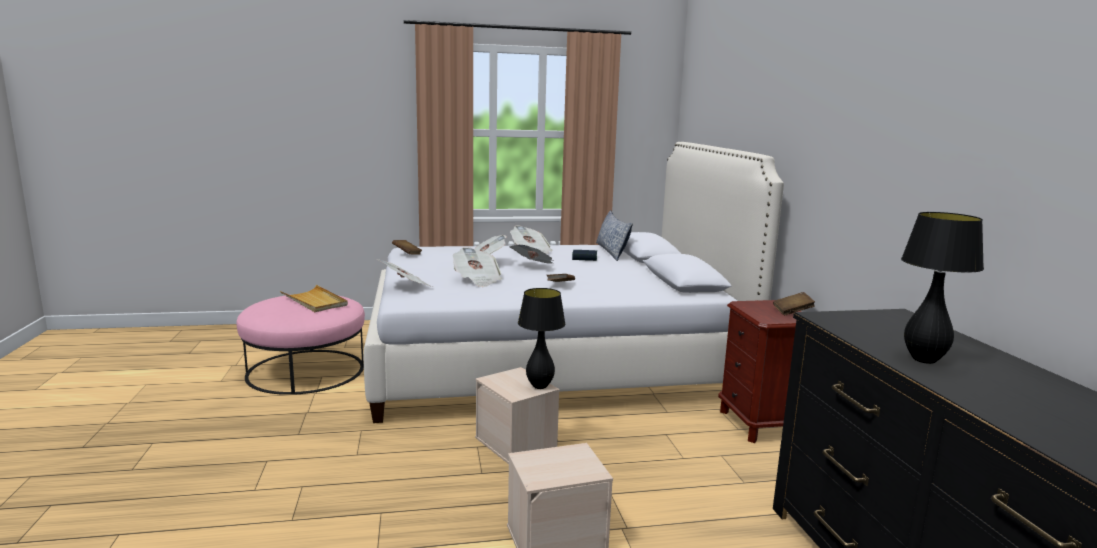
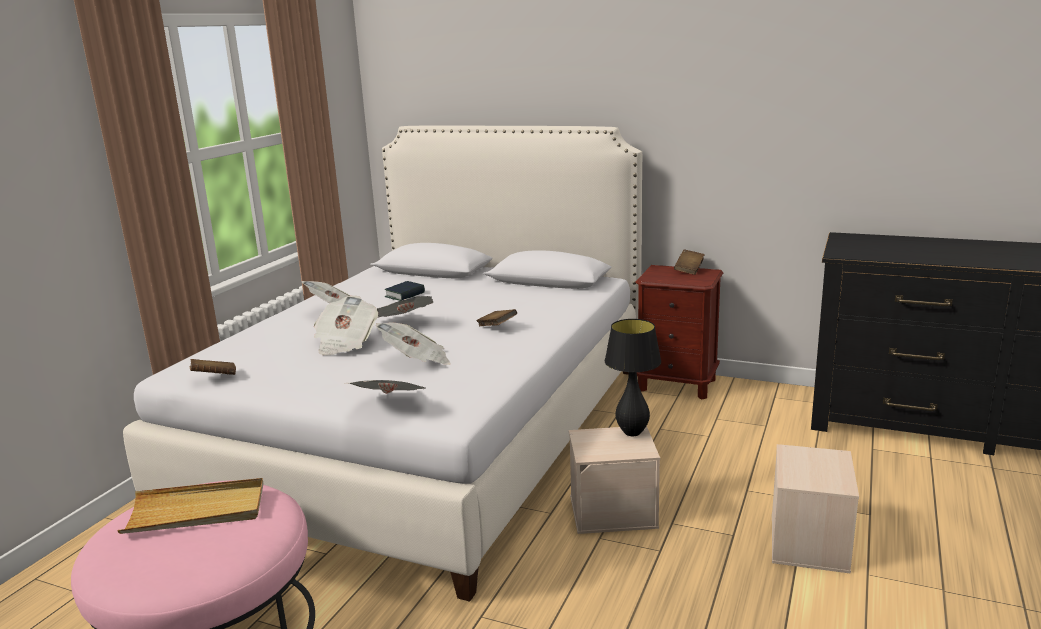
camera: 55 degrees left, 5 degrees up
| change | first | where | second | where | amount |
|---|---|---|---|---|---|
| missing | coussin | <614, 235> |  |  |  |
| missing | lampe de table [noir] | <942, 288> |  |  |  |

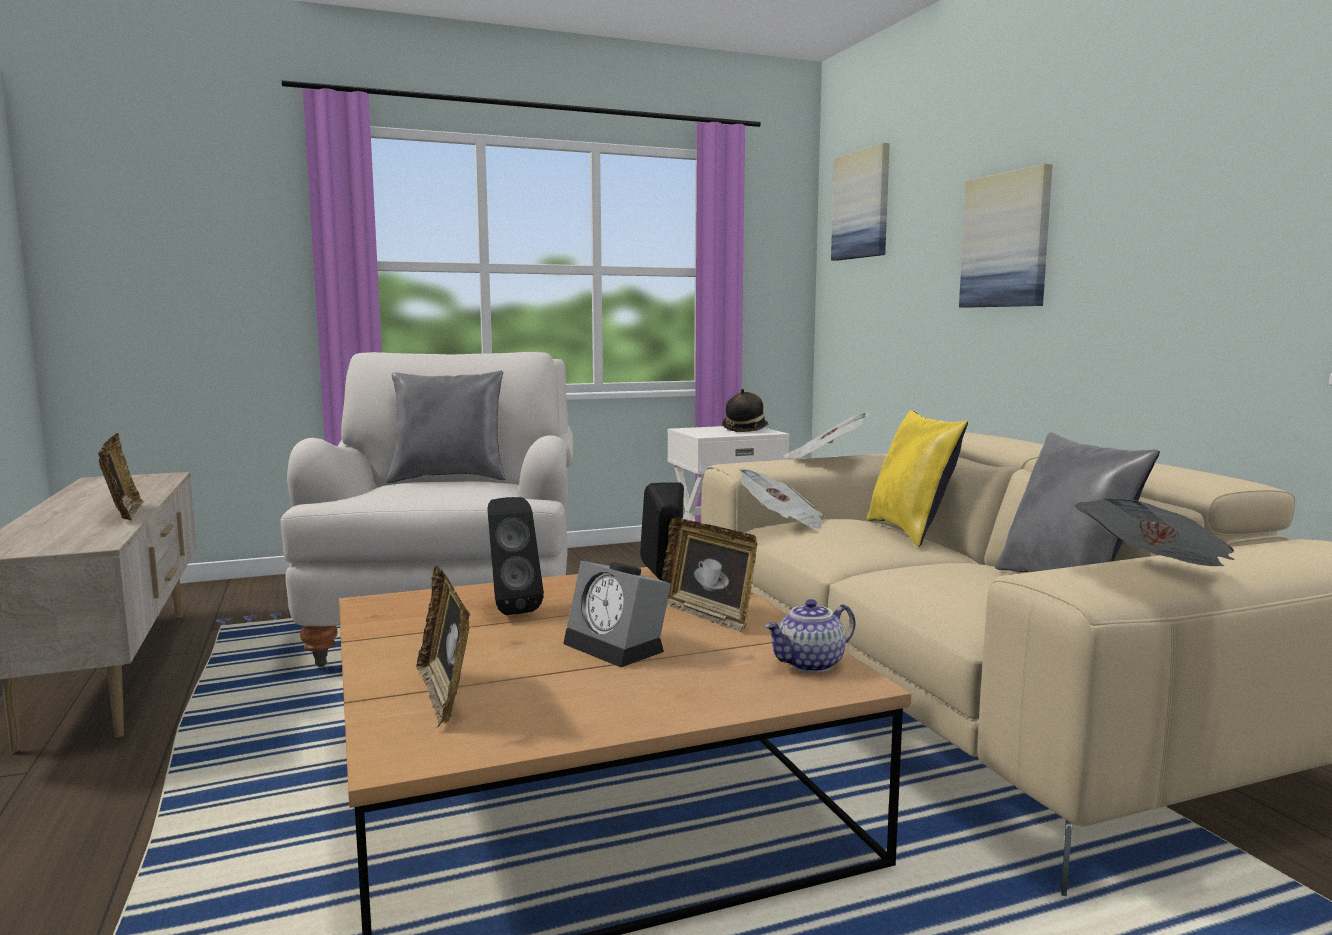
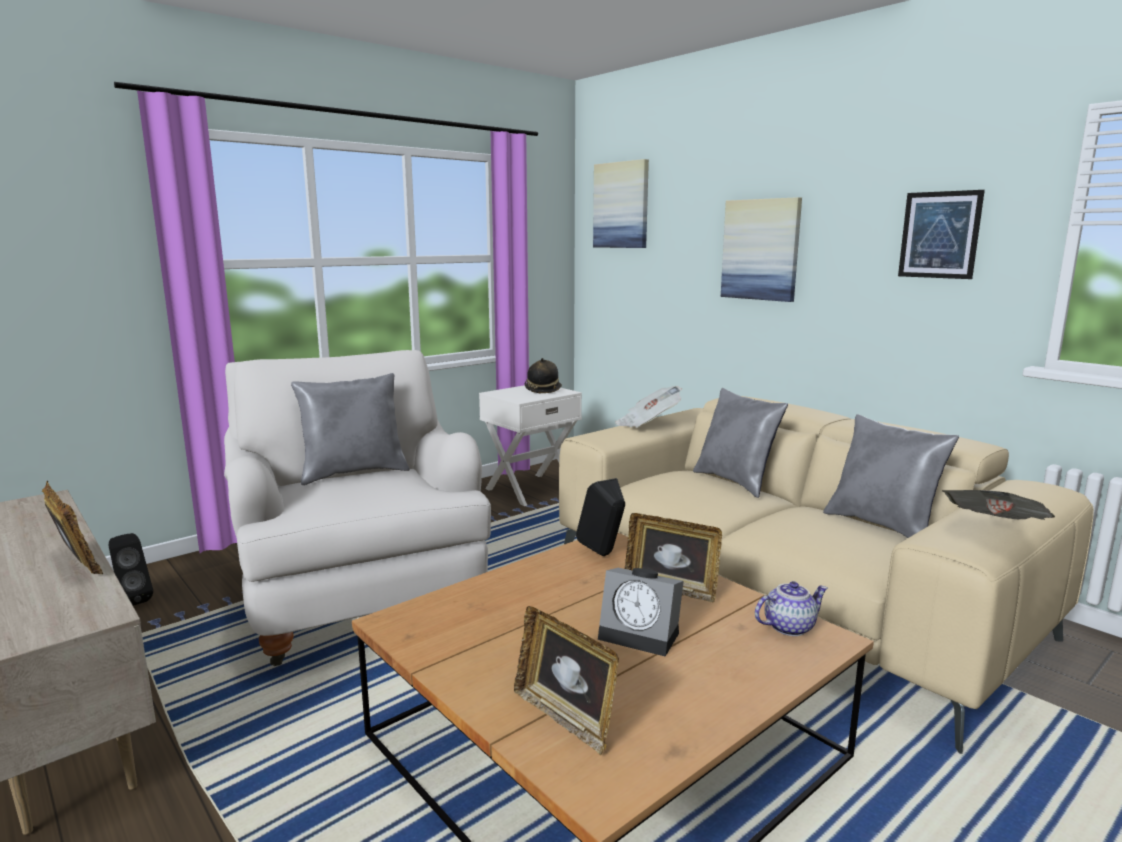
camera: 20 degrees left, 5 degrees up
| change | first | where | second | where | amount |
|---|---|---|---|---|---|
| relocated | enceinte [noir] | <515, 556> |  | <131, 569> |  |
| missing | journal | <781, 499> |  |  |  |
| spun | théière | <809, 636> |  | <791, 608> | 150 degrees counterclockwise |
| colour | coussin [jaune] | <917, 478> | coussin [gris] | <740, 443> |  |
| appeared |  |  | tableau | <941, 234> |  |

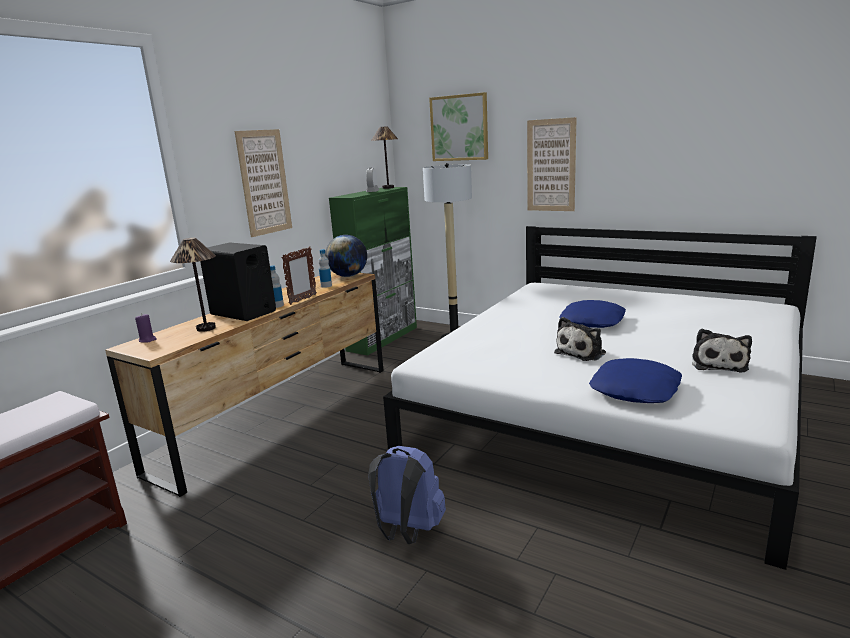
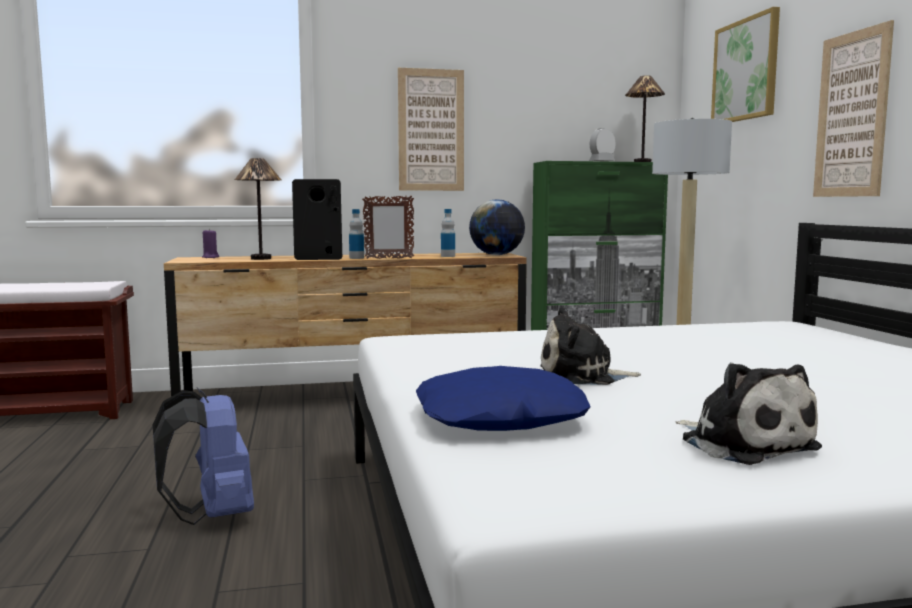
camera: 45 degrees right, 10 degrees down
| change | first | where | second | where | amount |
|---|---|---|---|---|---|
| missing | coussin [bleu] | <592, 314> |  |  |  |
| spun | peluche | <722, 351> |  | <748, 414> | 90 degrees counterclockwise |

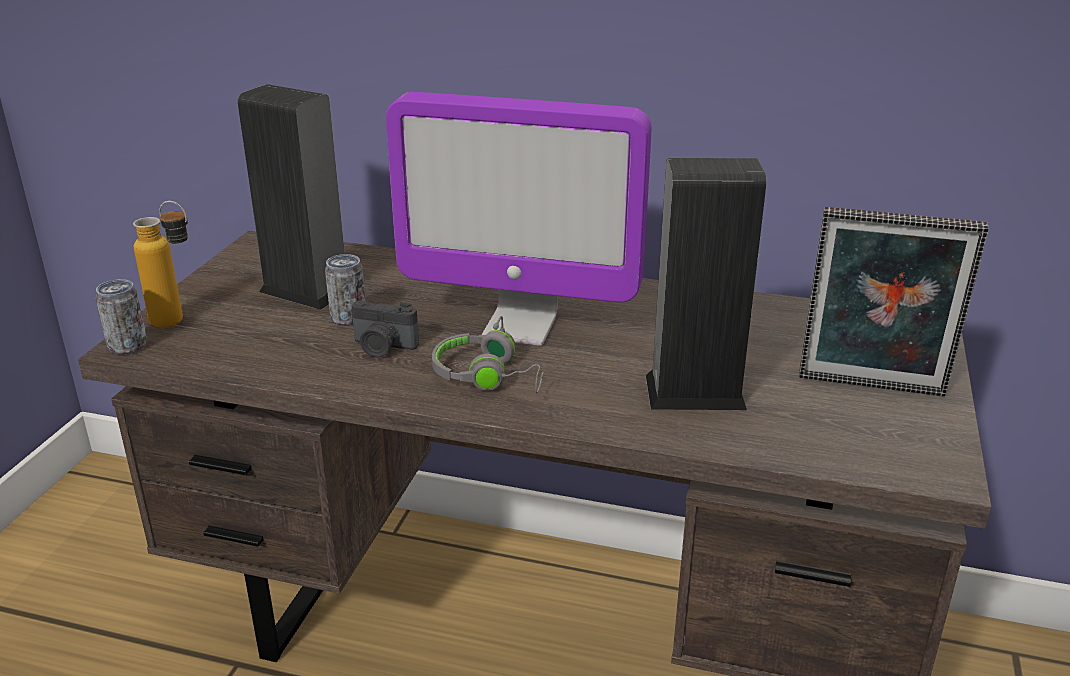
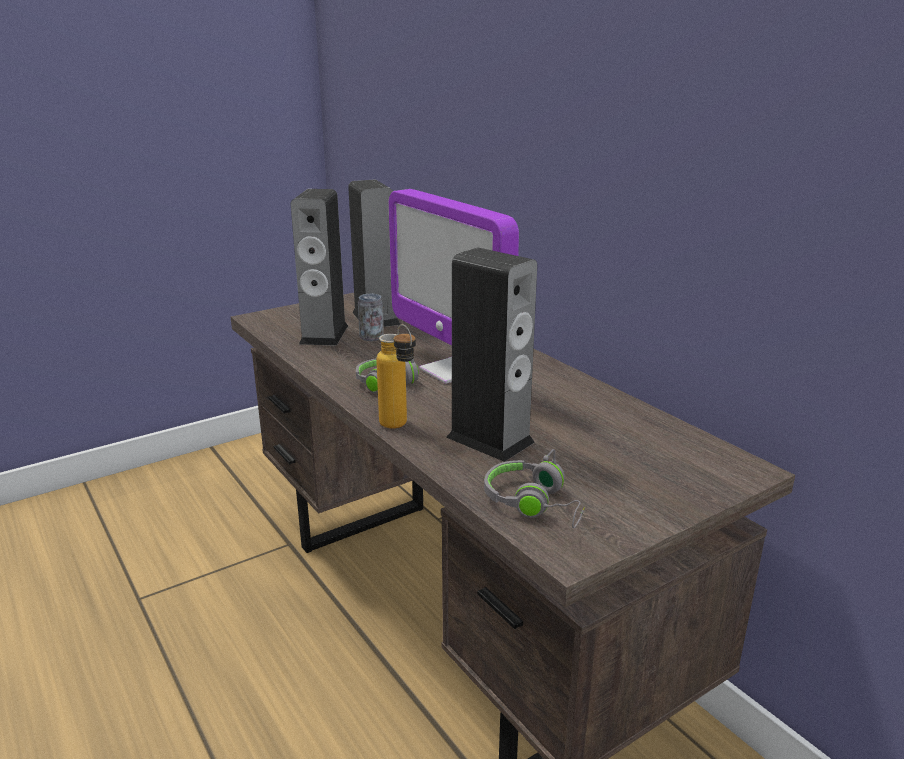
camera: 40 degrees right, 5 degrees down
| change | first | where | second | where | amount |
|---|---|---|---|---|---|
| missing | boîte métallique | <121, 316> |  |  |  |
| relocated | bouteille | <160, 264> |  | <396, 376> |  |
| missing | appareil photo | <385, 329> |  |  |  |
| missing | cadre photo | <894, 302> |  |  |  |
| appeared |  |  | enceinte | <319, 267> |  |
| appeared |  |  | casque audio [gris] | <534, 488> |  |

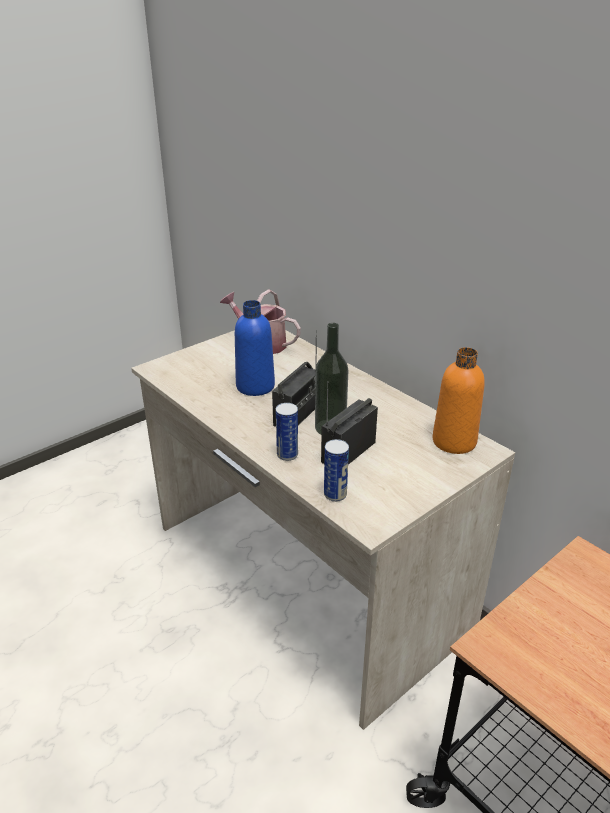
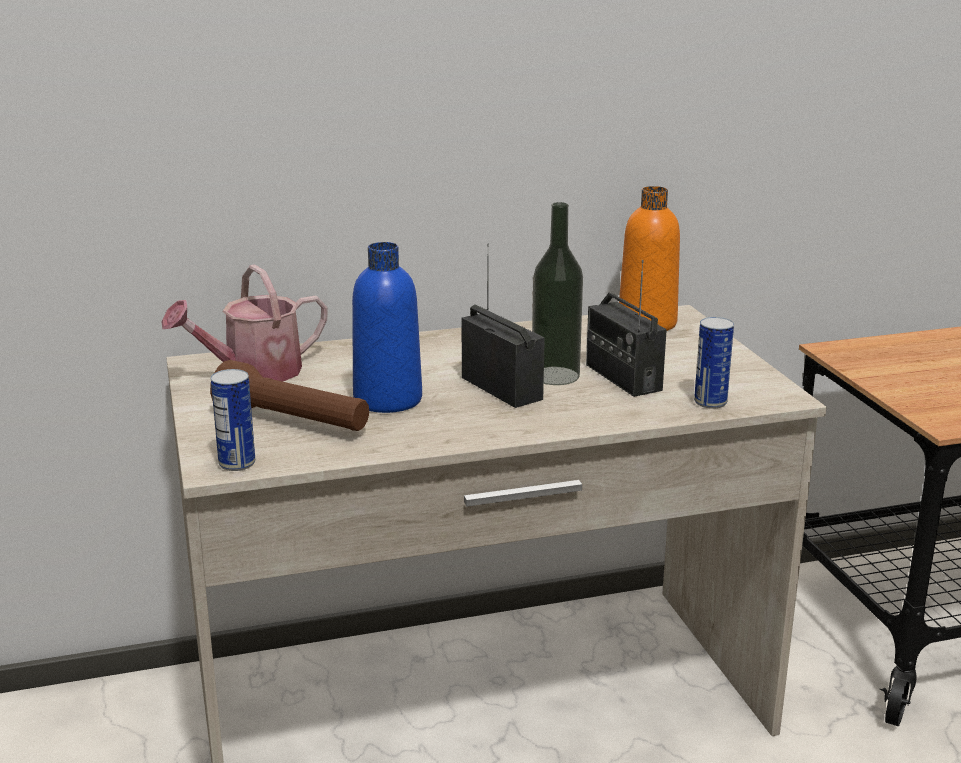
camera: 65 degrees left, 10 degrees down
| change | first | where | second | where | amount |
|---|---|---|---|---|---|
| relocated | boîte métallique | <287, 432> |  | <233, 420> |  |
| appeared |  |  | lampe de poche [marron] | <289, 395> |  |

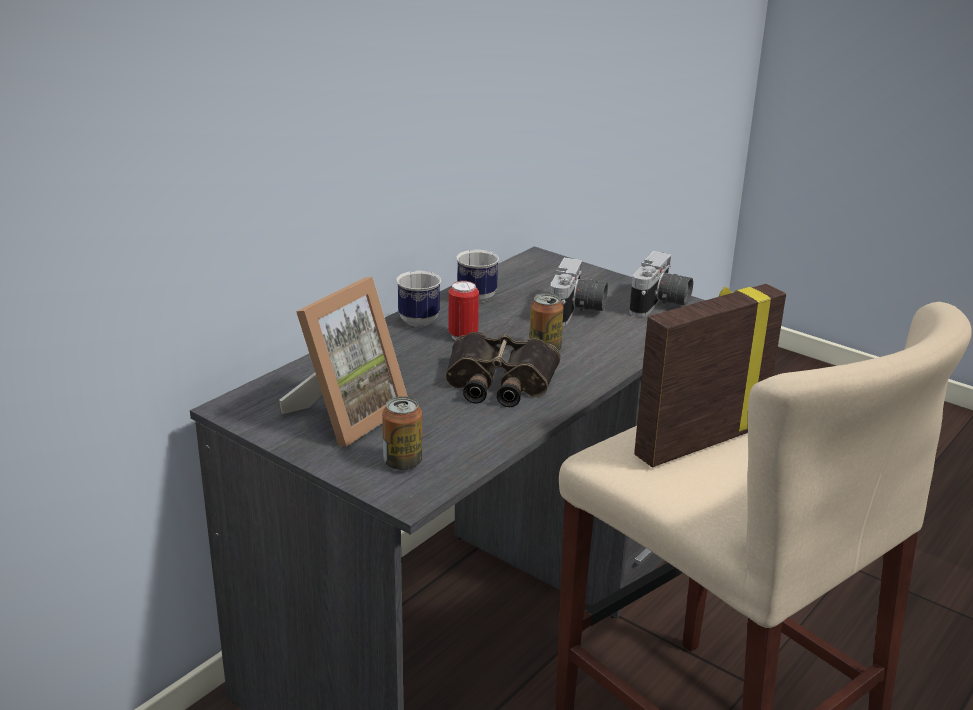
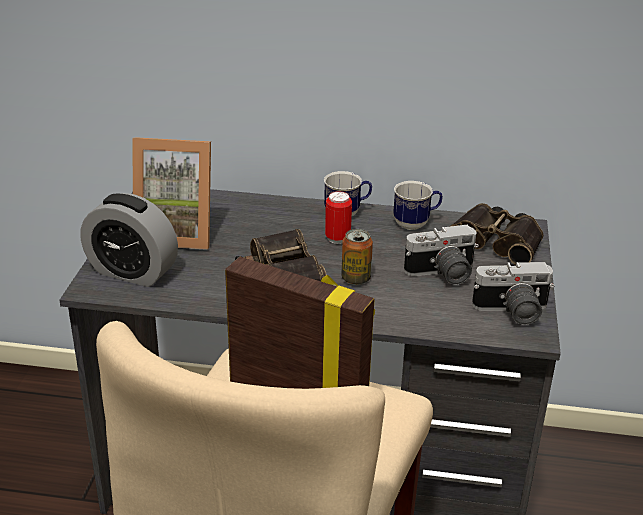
camera: 60 degrees right, 5 degrees up
| change | first | where | second | where | amount |
|---|---|---|---|---|---|
| exchanged | boîte métallique | <402, 433> | réveil | <129, 240> |  |
| appeared |  |  | jumelles | <496, 234> |  |

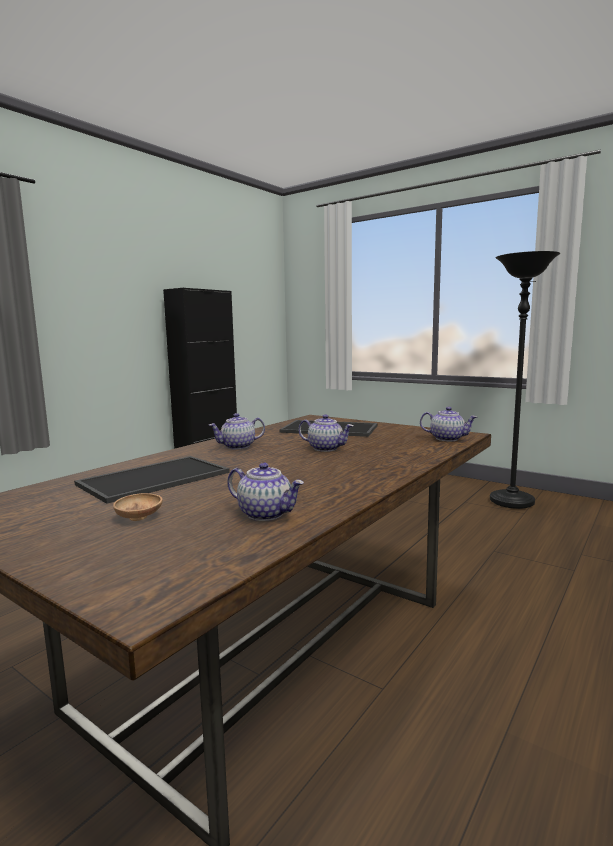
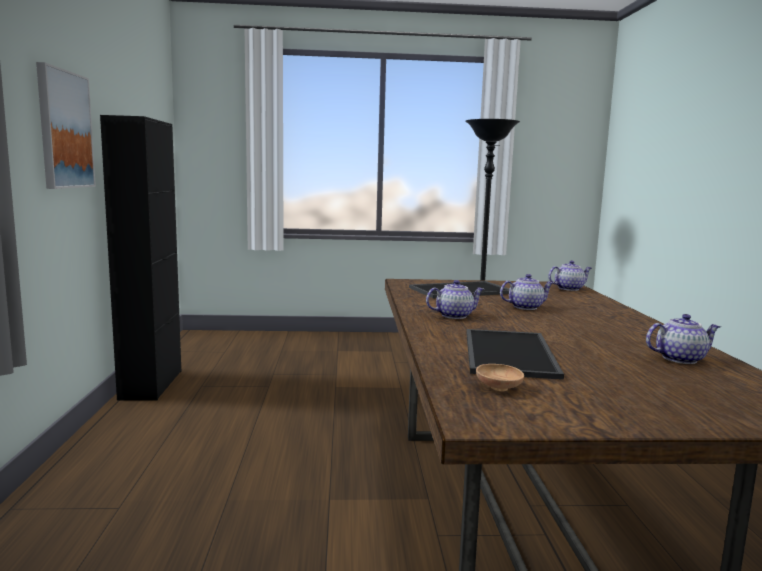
camera: 40 degrees left, 0 degrees up
| change | first | where | second | where | amount |
|---|---|---|---|---|---|
| relocated | bol [marron] | <137, 507> |  | <500, 377> |  |
| spun | théière | <237, 431> |  | <455, 299> | 135 degrees counterclockwise |
| appeared |  |  | tableau | <66, 125> |  |

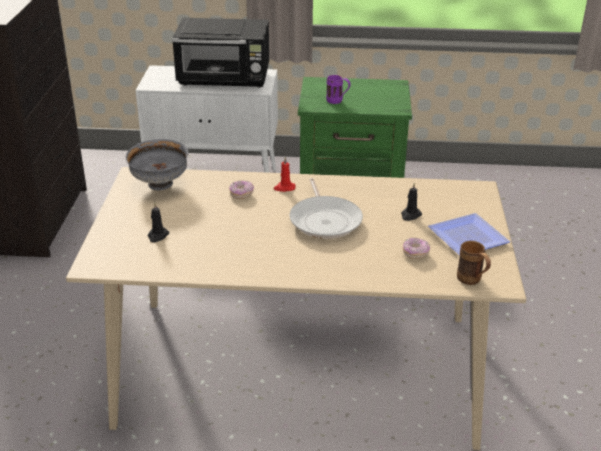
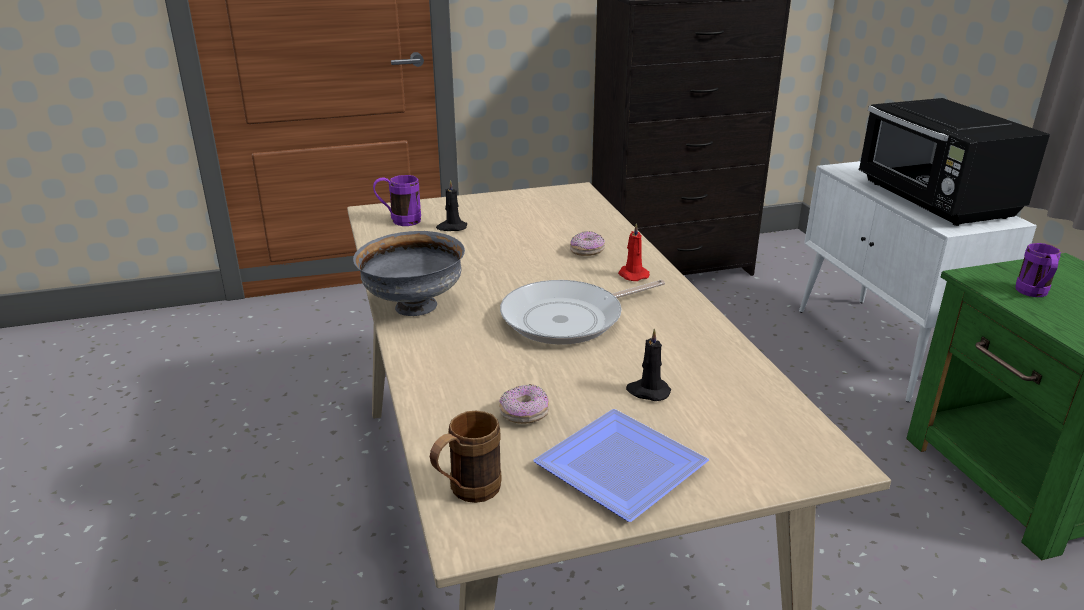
camera: 70 degrees right, 5 degrees down
| change | first | where | second | where | amount |
|---|---|---|---|---|---|
| relocated | bol [gris] | <157, 164> |  | <409, 273> |  |
| appeared |  |  | mug [violet] | <397, 200> |  |

